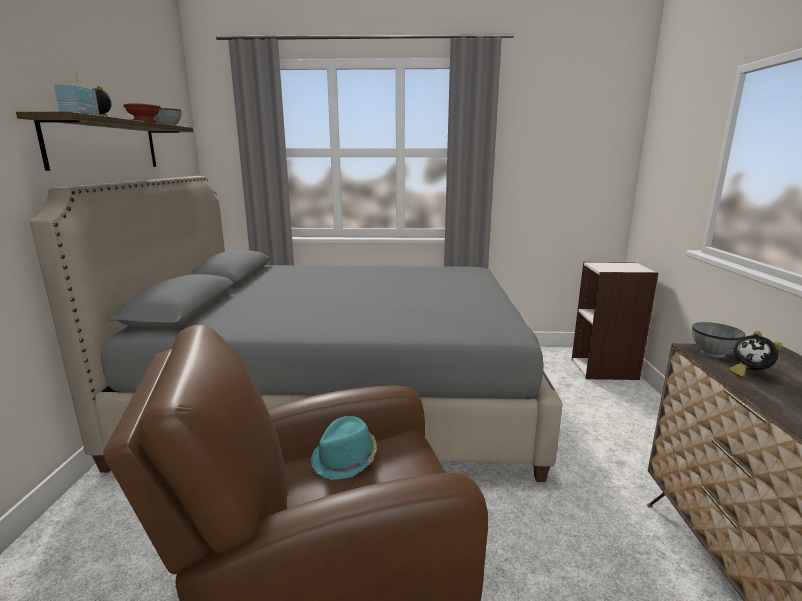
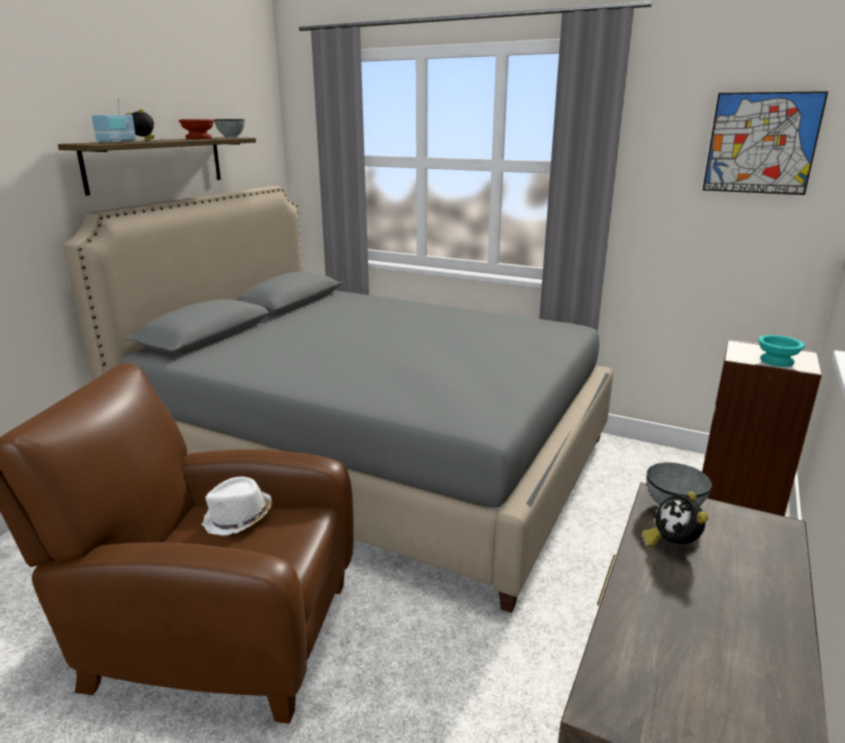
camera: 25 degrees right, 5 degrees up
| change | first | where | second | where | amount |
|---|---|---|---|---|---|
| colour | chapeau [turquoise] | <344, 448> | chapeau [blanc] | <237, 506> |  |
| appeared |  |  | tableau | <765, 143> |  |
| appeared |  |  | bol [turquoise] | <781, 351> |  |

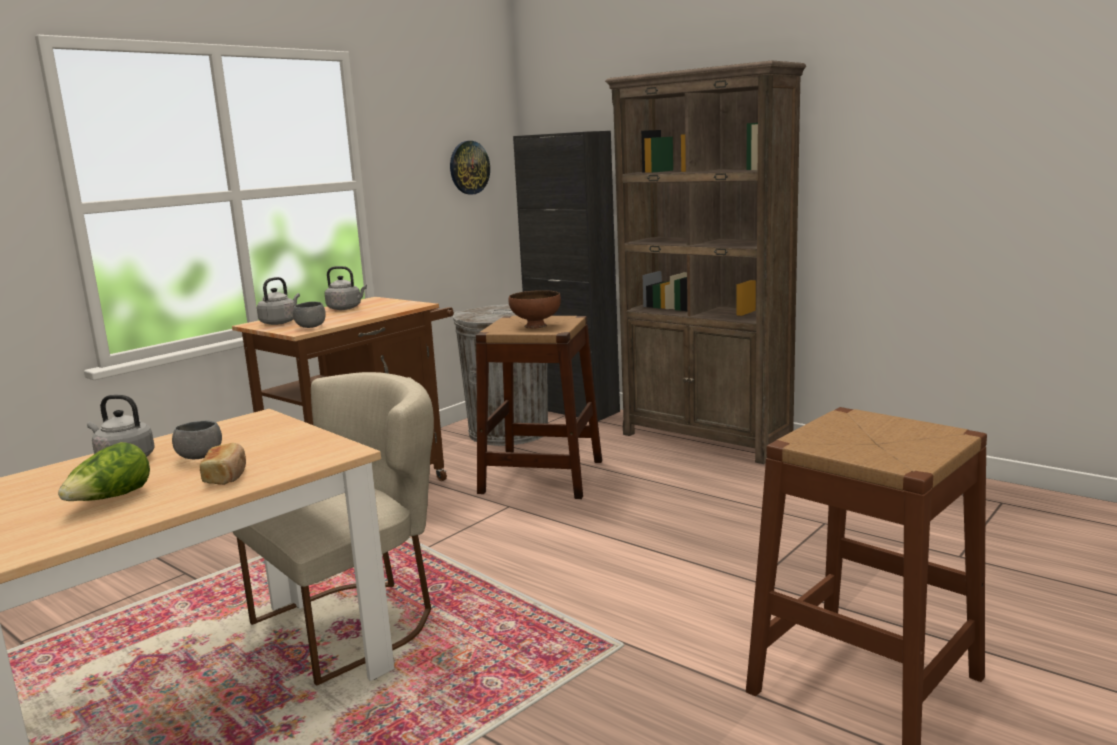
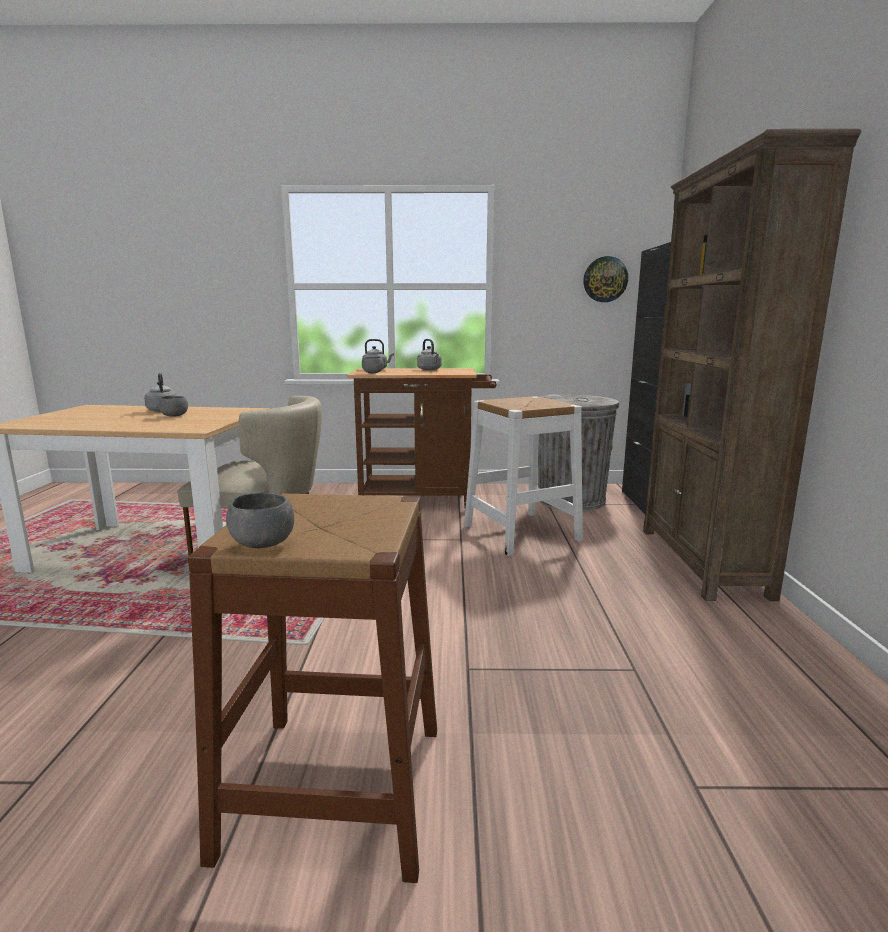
camera: 50 degrees right, 0 degrees up
| change | first | where | second | where | amount |
|---|---|---|---|---|---|
| missing | laitue | <104, 471> |  |  |  |
| missing | pain | <223, 464> |  |  |  |
| colour | tabouret [marron] | <539, 407> | tabouret [blanc] | <523, 476> |  |
| missing | bol [marron] | <535, 309> |  |  |  |
| appeared |  |  | bol [gris] | <260, 520> |  |

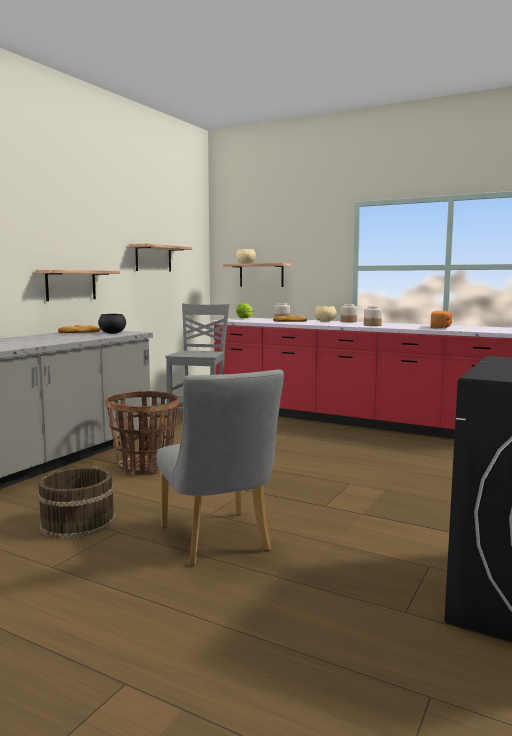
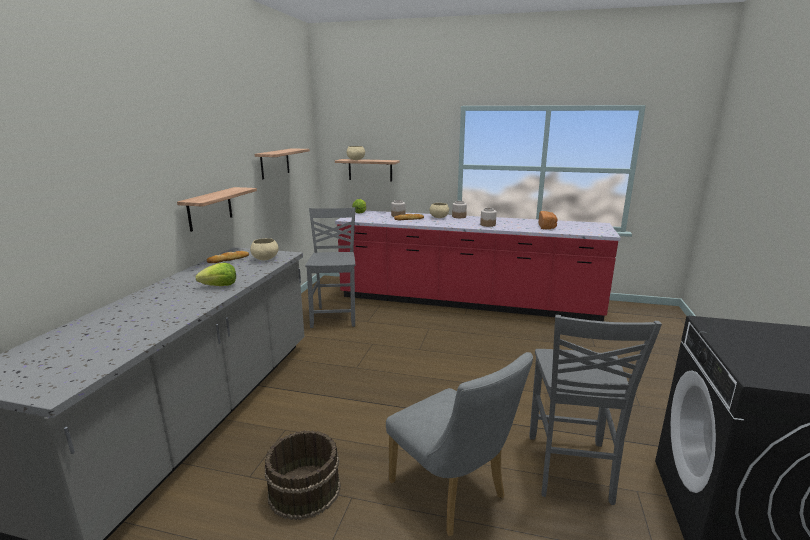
camera: 15 degrees left, 10 degrees up
| change | first | where | second | where | amount |
|---|---|---|---|---|---|
| colour | bol [noir] | <112, 324> | bol [beige] | <264, 249> |  |
| missing | panier | <142, 433> |  |  |  |
| appeared |  |  | laitue | <216, 274> |  |
| appeared |  |  | chaise [gris] | <595, 410> |  |

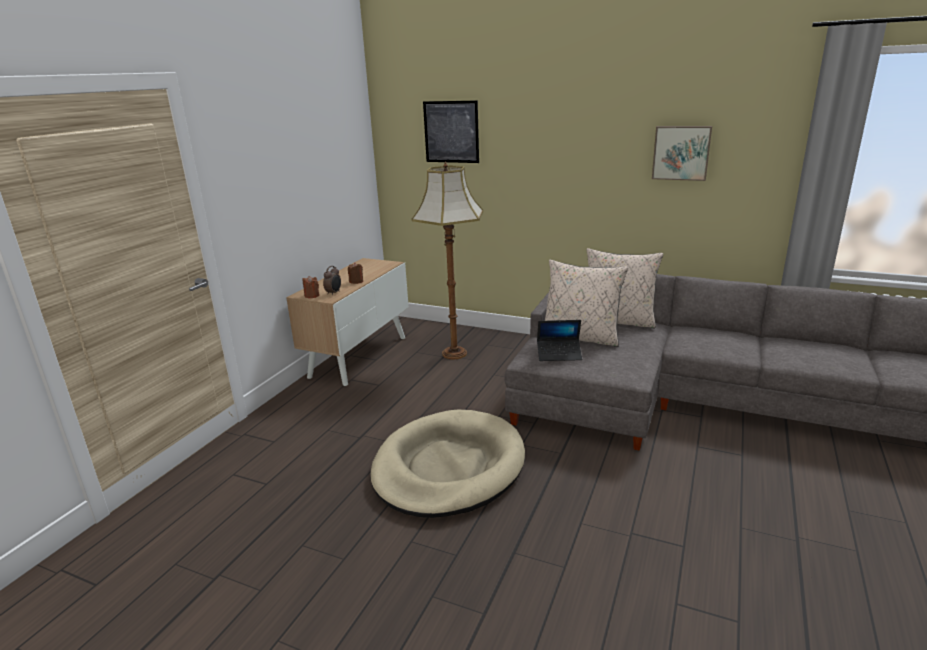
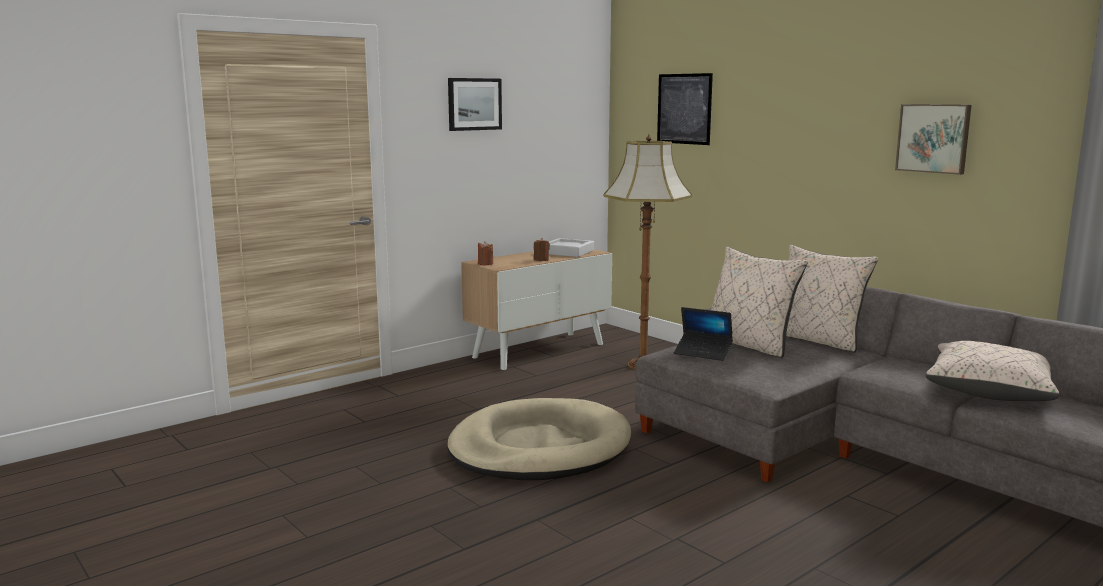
camera: 25 degrees right, 10 degrees down
| change | first | where | second | where | amount |
|---|---|---|---|---|---|
| missing | réveil | <332, 281> |  |  |  |
| appeared |  |  | tableau | <475, 104> |  |
| appeared |  |  | plateau [gris] | <571, 247> |  |
| appeared |  |  | coussin [beige] | <992, 371> |  |

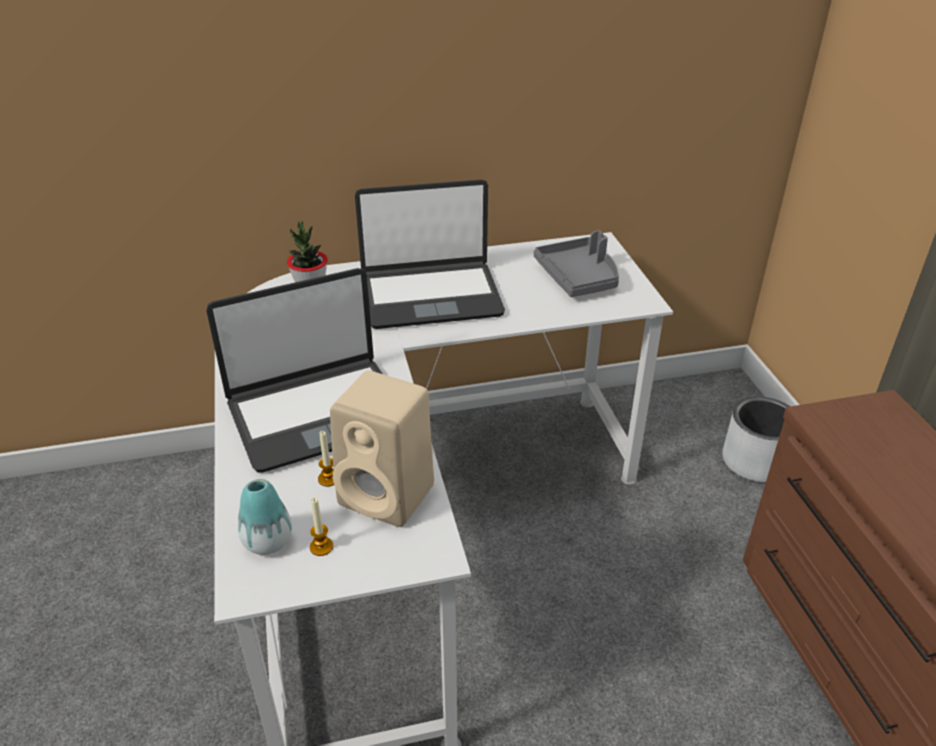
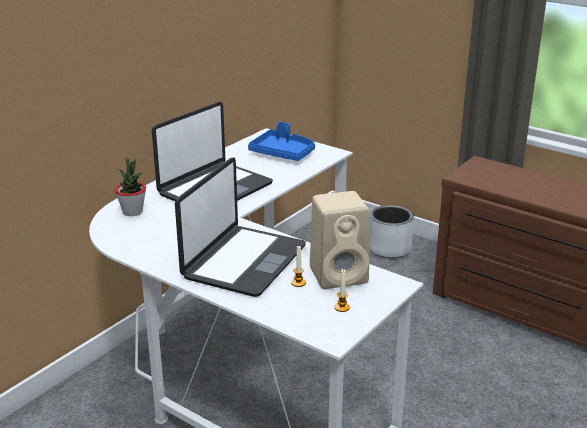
camera: 40 degrees left, 10 degrees down
| change | first | where | second | where | amount |
|---|---|---|---|---|---|
| missing | vase | <265, 517> |  |  |  |
| colour | plateau [gris] | <576, 263> | plateau [bleu] | <281, 141> |  |

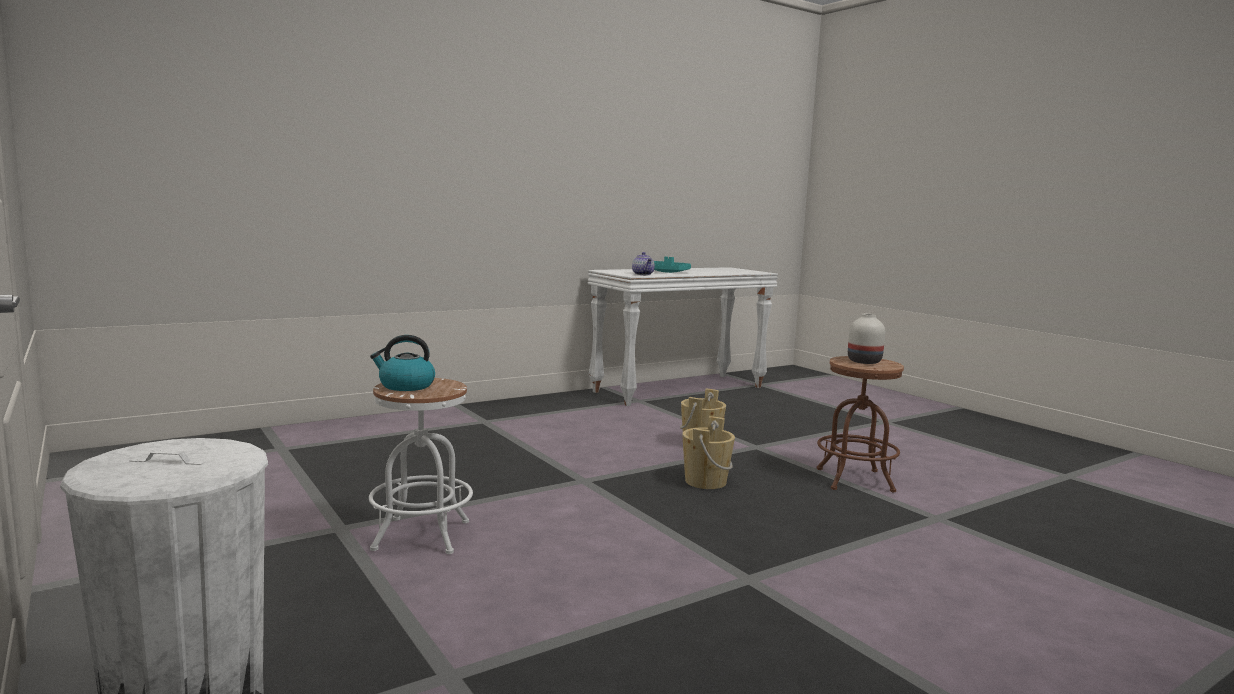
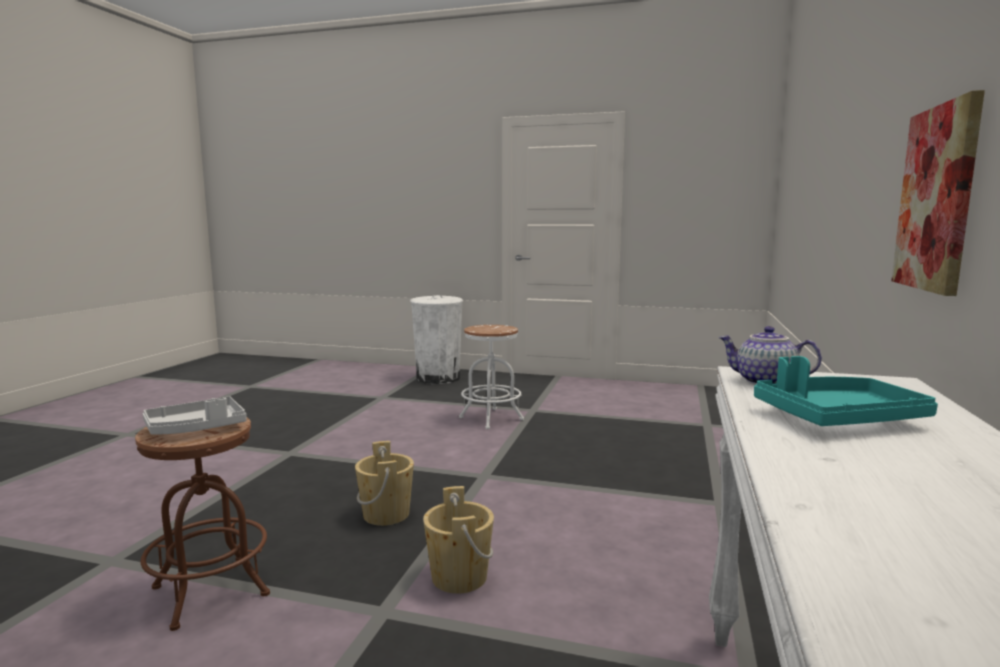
camera: 140 degrees right, 0 degrees up
| change | first | where | second | where | amount |
|---|---|---|---|---|---|
| missing | bouilloire | <402, 363> |  |  |  |
| exchanged | vase [blanc] | <866, 339> | plateau [gris] | <195, 415> |  |
| appeared |  |  | tableau | <938, 193> |  |

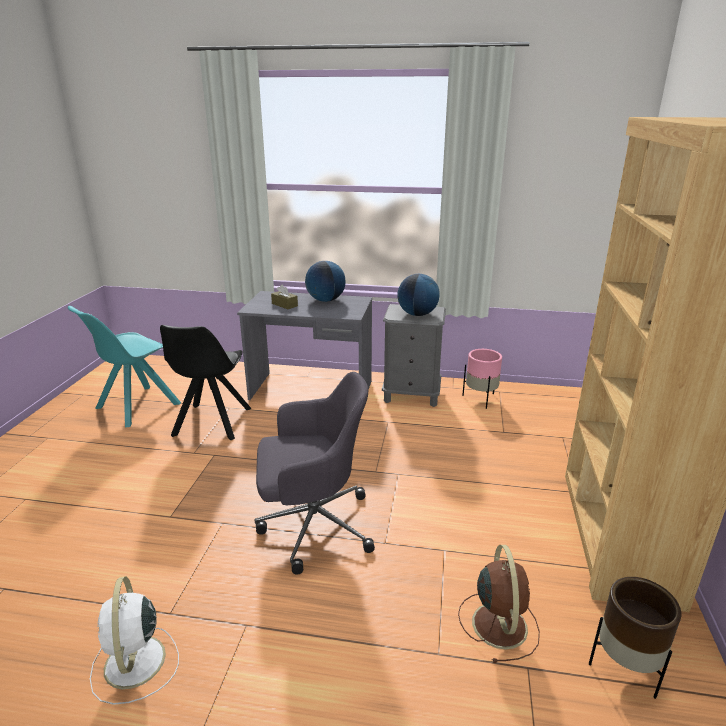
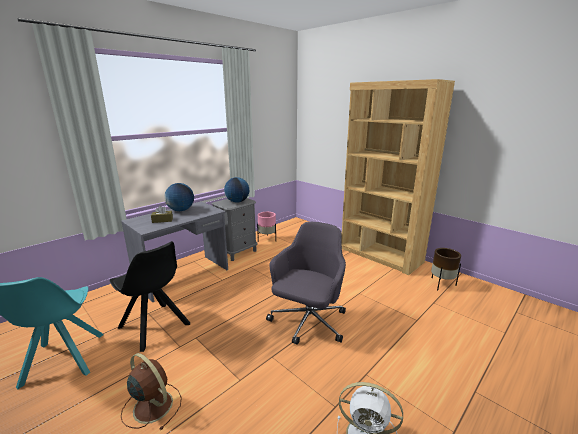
camera: 55 degrees left, 5 degrees down
| change | first | where | second | where | amount |
|---|---|---|---|---|---|
| relocated | ventilateur [marron] | <499, 604> |  | <151, 391> |  |

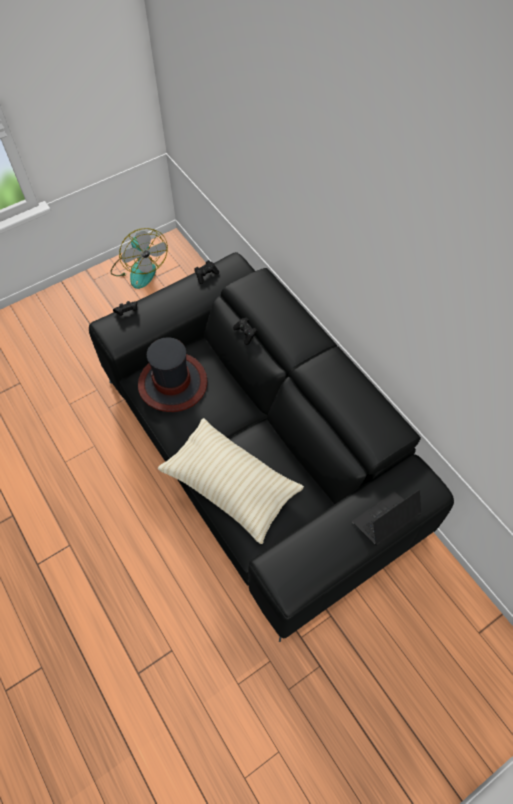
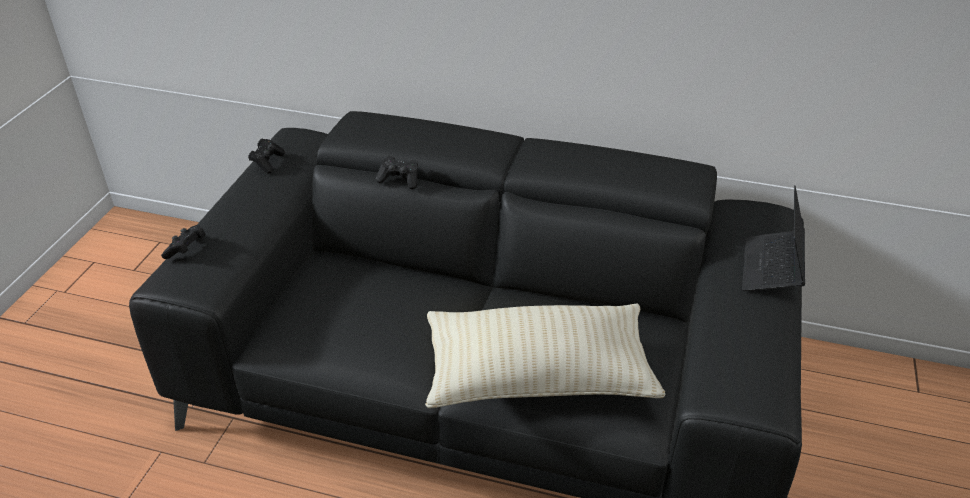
camera: 40 degrees left, 20 degrees down
| change | first | where | second | where | amount |
|---|---|---|---|---|---|
| missing | ventilateur | <139, 258> |  |  |  |
| missing | chapeau | <172, 374> |  |  |  |

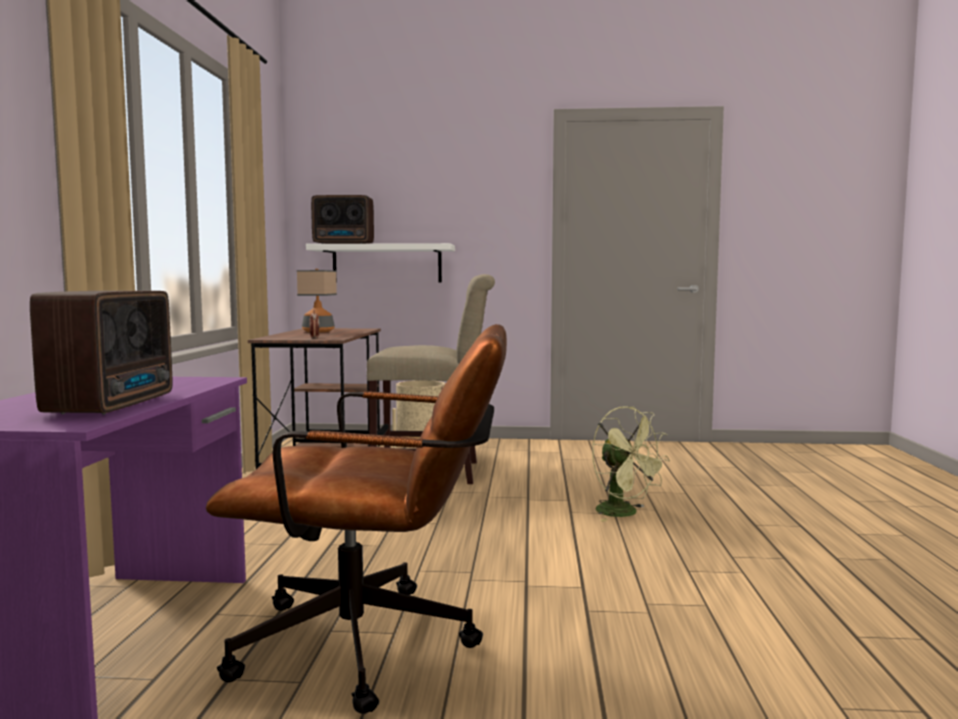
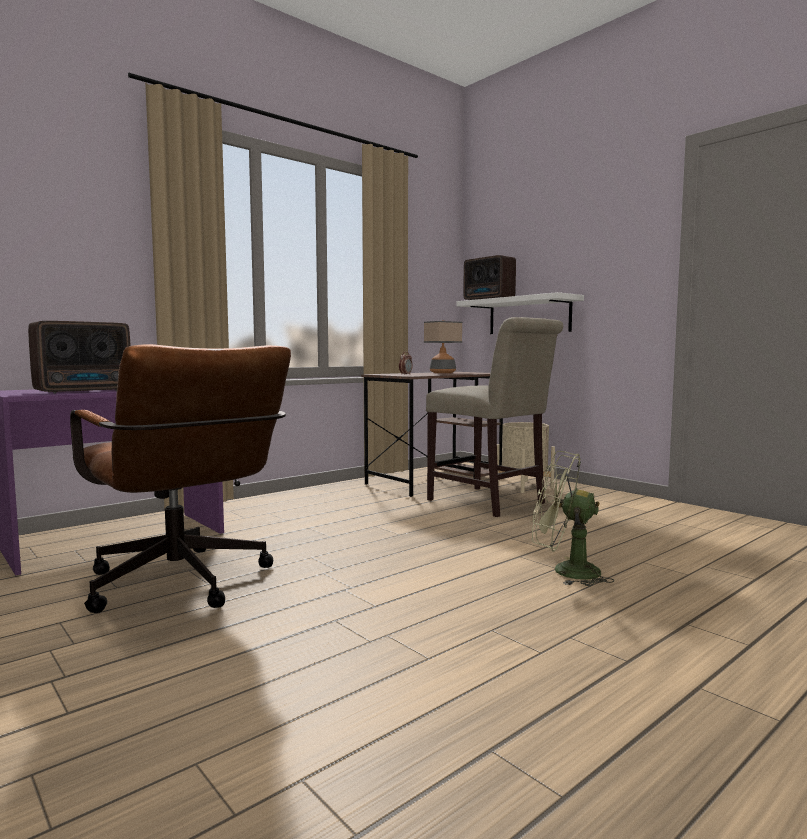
camera: 45 degrees right, 0 degrees up
| change | first | where | second | where | amount |
|---|---|---|---|---|---|
| spun | ventilateur [vert] | <631, 464> |  | <573, 518> | 105 degrees clockwise |

